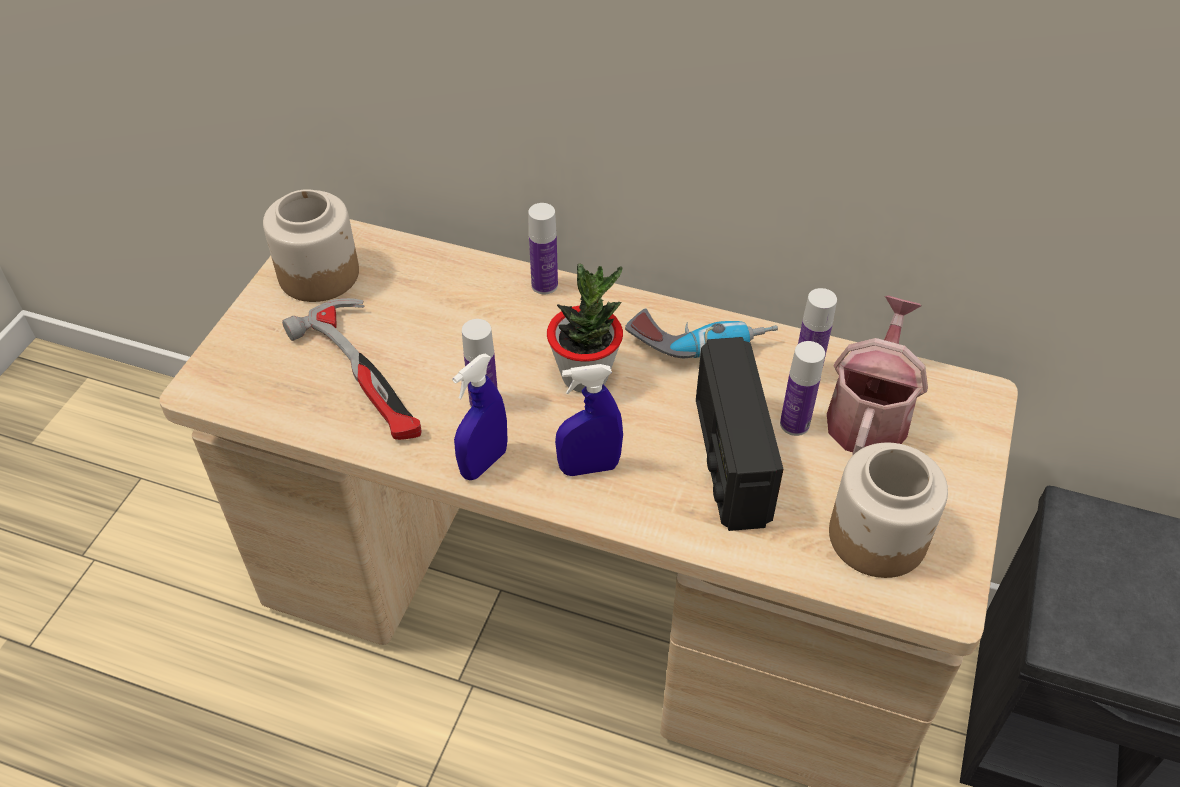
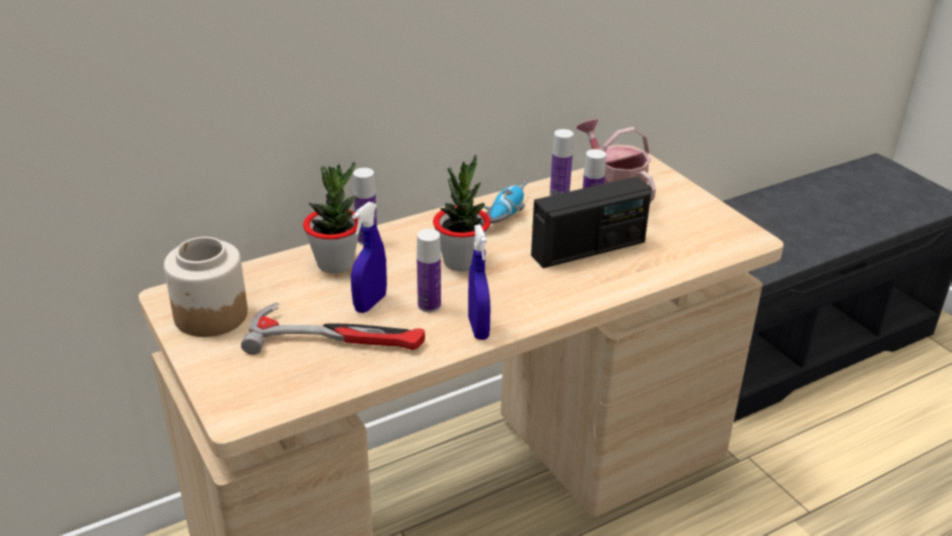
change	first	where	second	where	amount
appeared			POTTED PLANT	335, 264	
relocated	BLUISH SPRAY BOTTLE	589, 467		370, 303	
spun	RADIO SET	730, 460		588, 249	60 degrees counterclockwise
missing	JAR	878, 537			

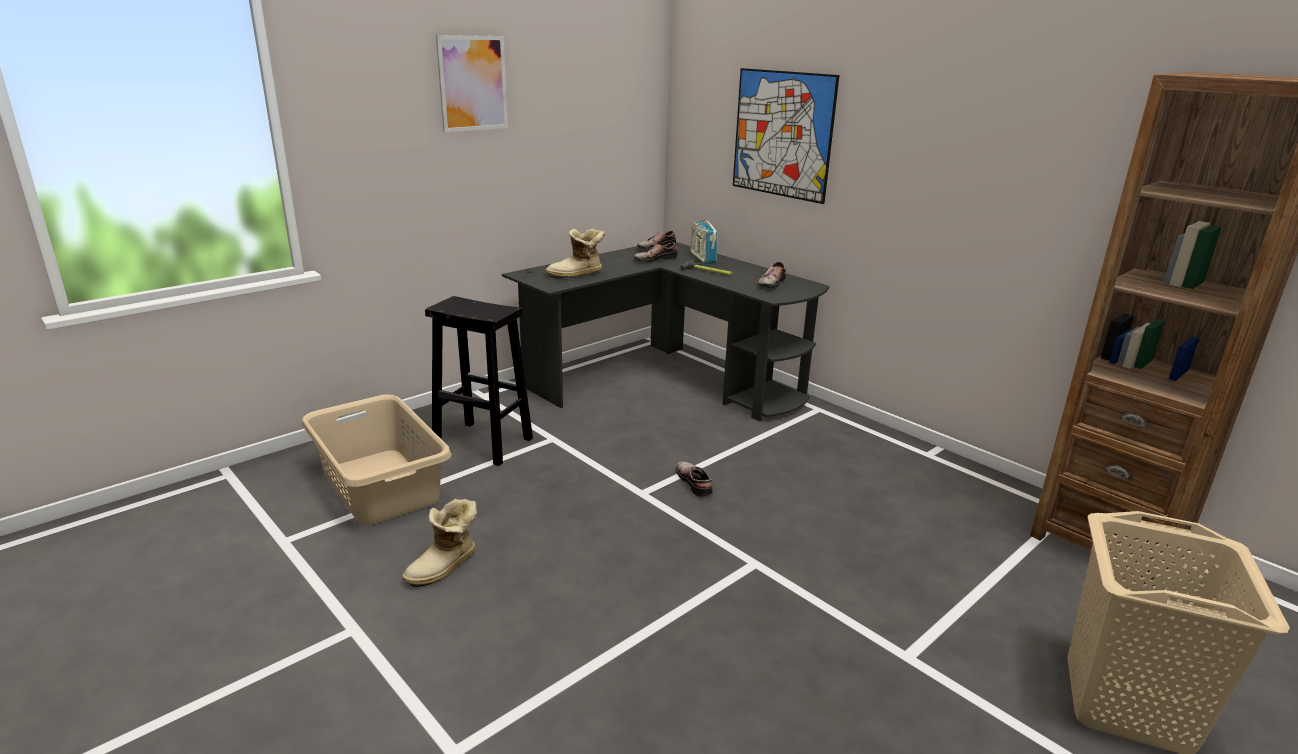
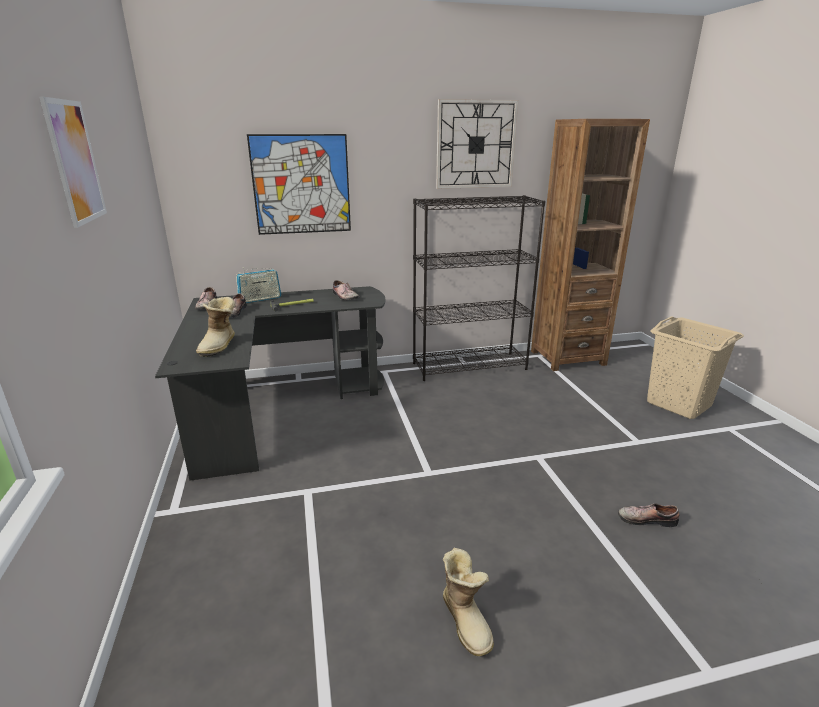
change	first	where	second	where	amount
spun	RADIO SET	703, 258		260, 299	45 degrees counterclockwise
appeared			BLACK-COLOURED SHELVING UNIT	470, 366	
appeared			WALL CLOCK	475, 145	
relocated	LOW SHOE	695, 482		646, 518	
missing	BEIGE-COLOURED HAMPER	381, 485			
missing	BLACK-COLOURED SITTING STOOL	481, 443			

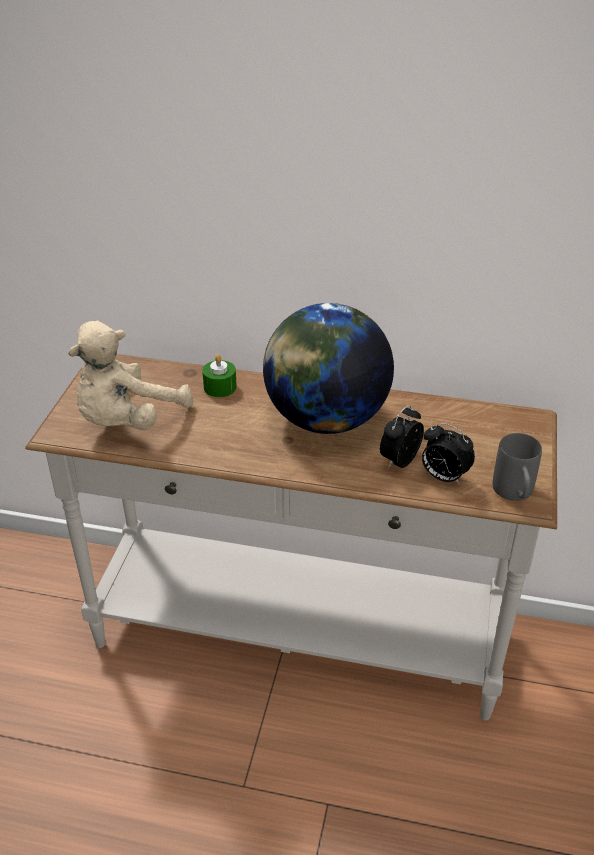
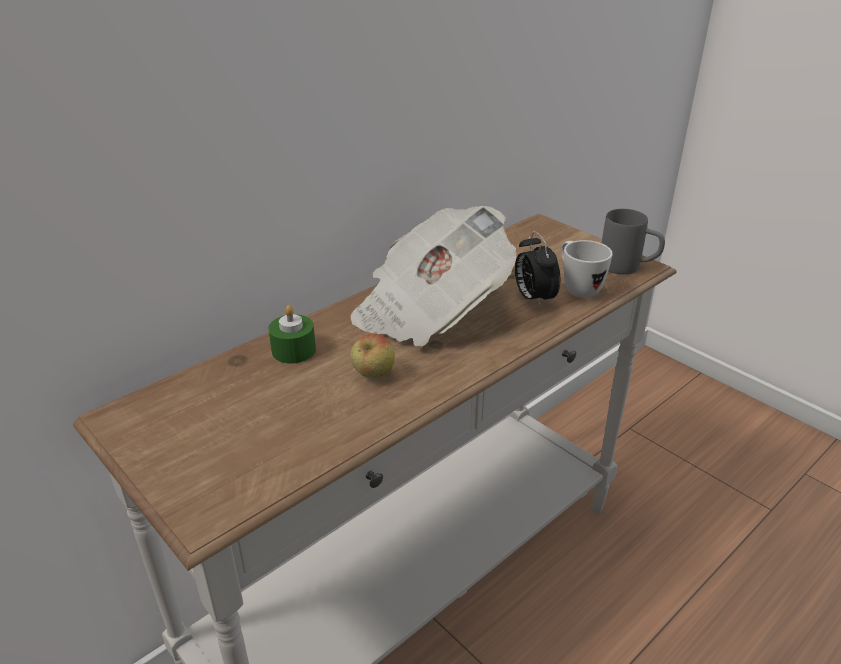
change	first	where	second	where	amount
exchanged	GLOBE	325, 419	DAILY PAPER	430, 311	
appeared			WHOLE APPLE	373, 376	
exchanged	TABLE CLOCK	443, 477	WHITE TEA MUG	577, 288	
missing	BEIGE-COLOURED PLUSH TOY	128, 421			

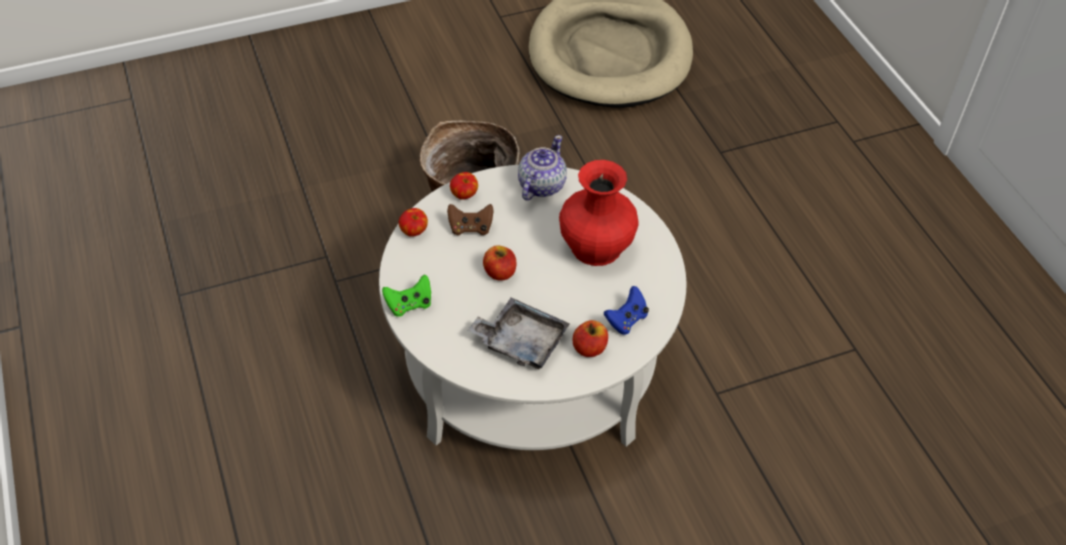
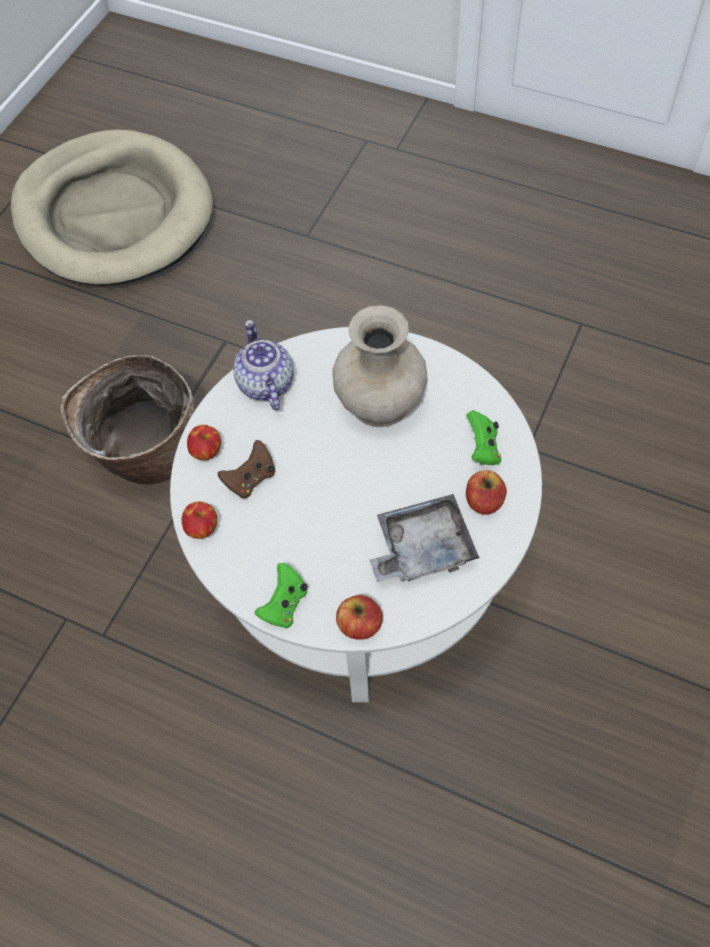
change	first	where	second	where	amount
colour	RED DECORATIVE VASE	595, 247	BEIGE-COLOURED DECORATIVE VASE	379, 403	
relocated	WHOLE APPLE	500, 272		360, 624	
colour	BLUISH GAMEPAD	626, 320	GREENISH GAMEPAD	483, 448	

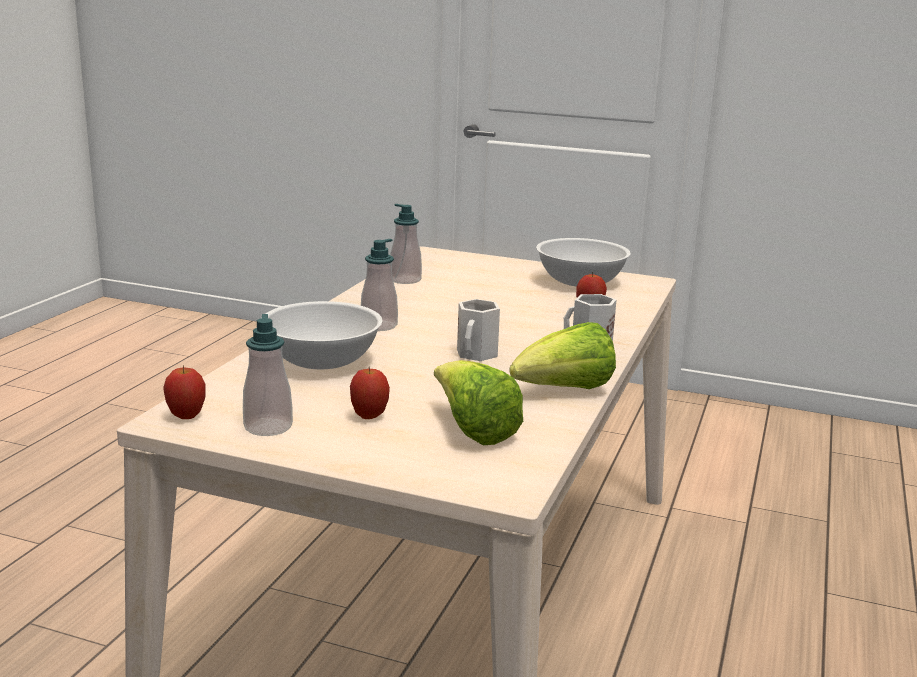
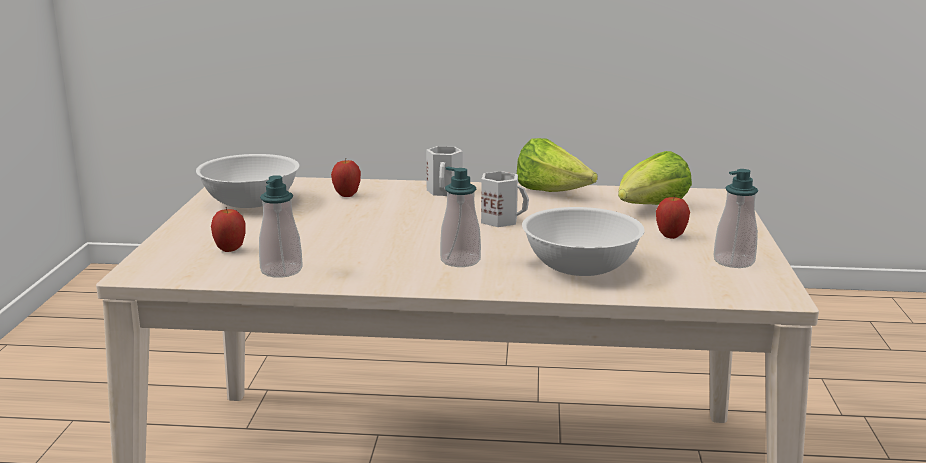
change	first	where	second	where	amount
relocated	WHOLE APPLE	186, 417		230, 250	

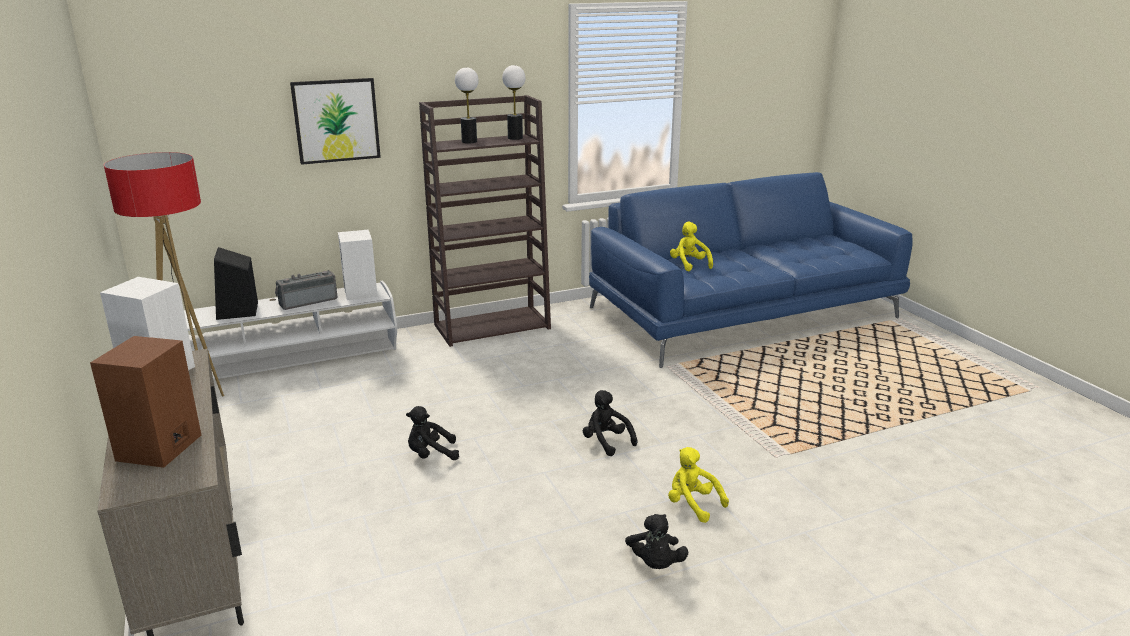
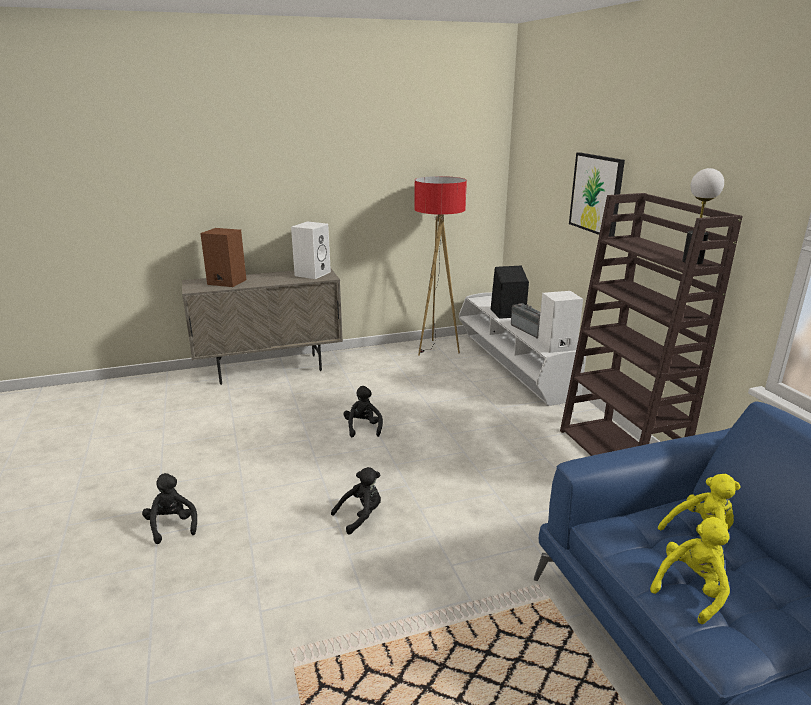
change	first	where	second	where	amount
spun	BLACK-COLOURED PLUSH TOY	655, 564		172, 525	60 degrees clockwise
relocated	YELLOWISH PLUSH TOY	692, 504		691, 589	
missing	TABLE LAMP	469, 142			

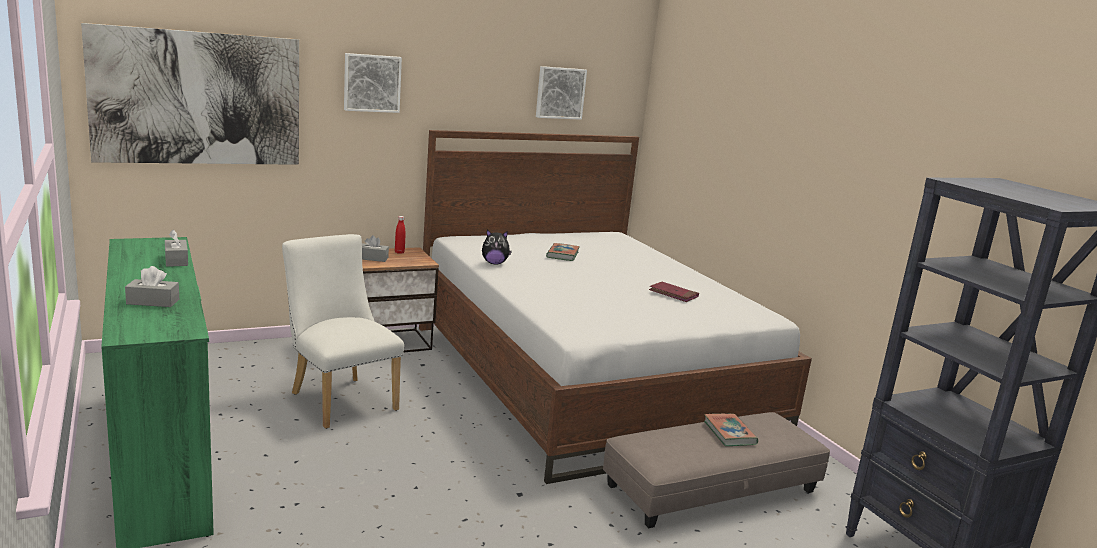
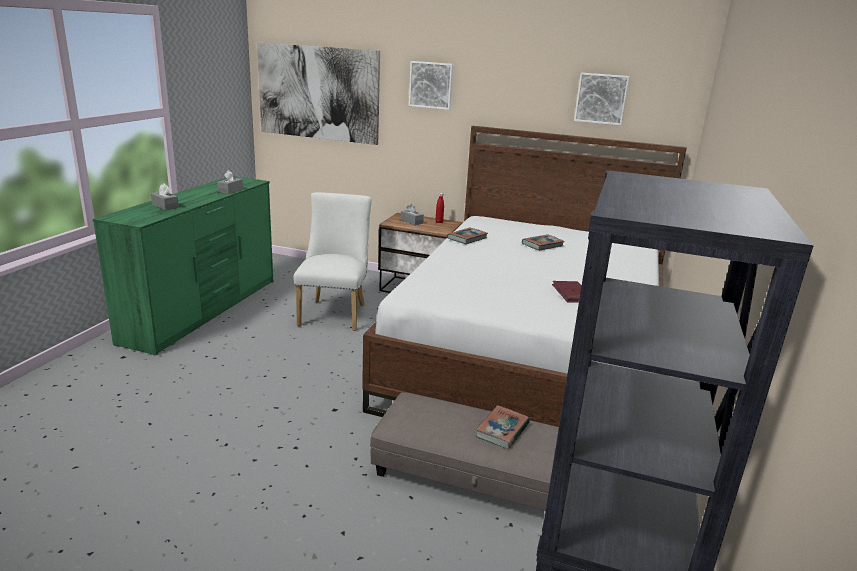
change	first	where	second	where	amount
exchanged	PLUSH TOY	494, 263	BOUND BOOK	467, 238	

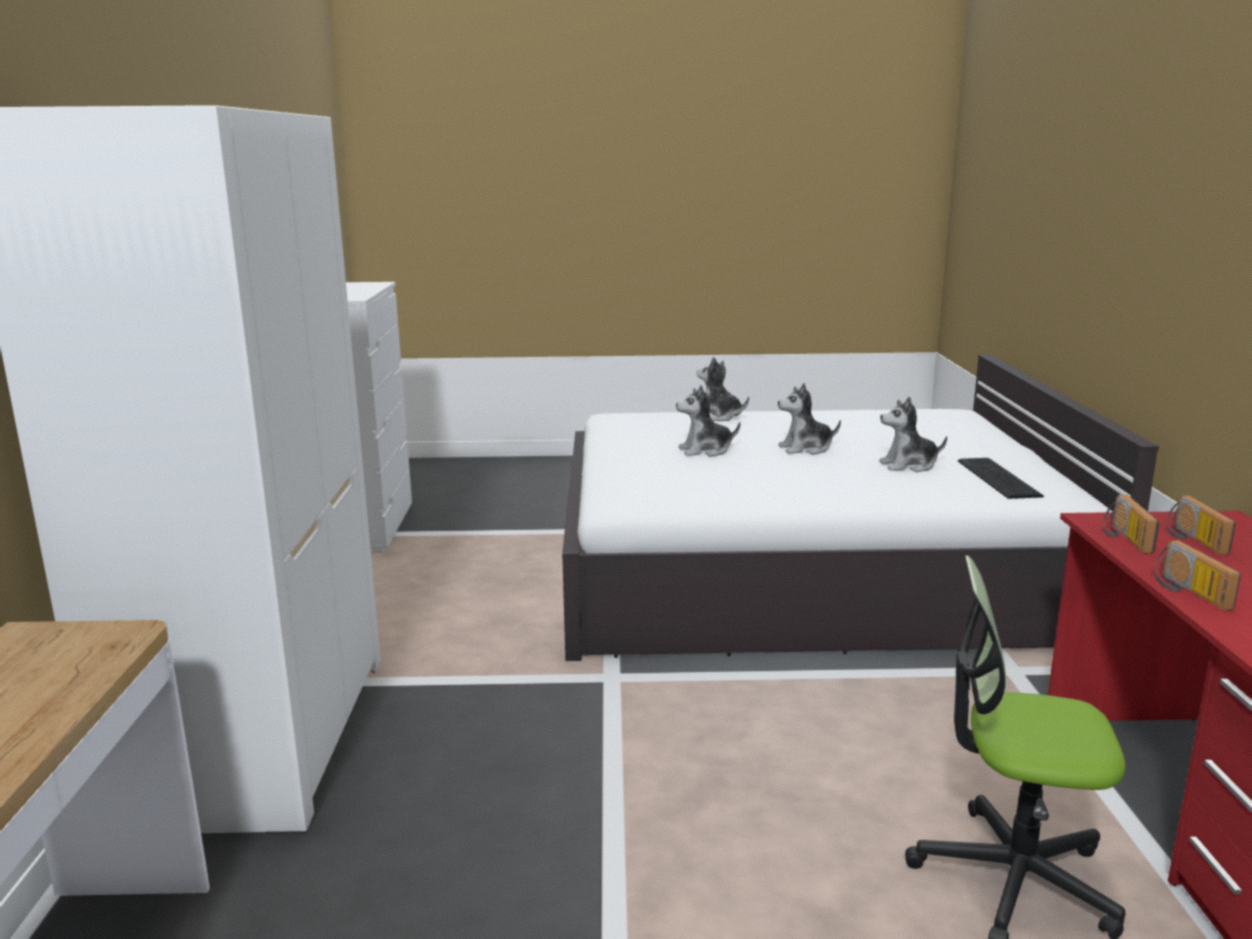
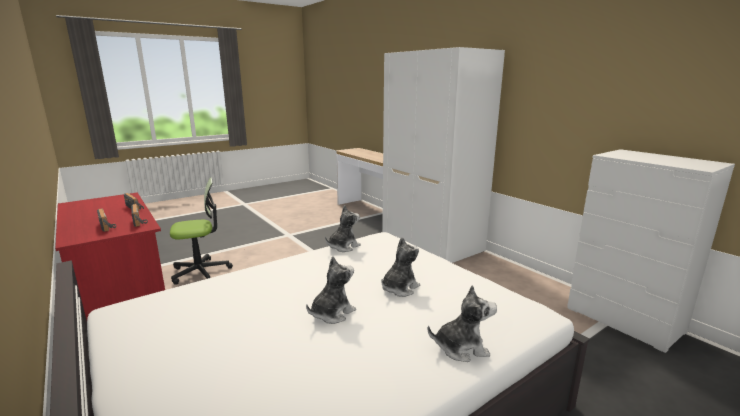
change	first	where	second	where	amount
relocated	PLUSH TOY	909, 465		343, 247	
missing	PC KEYBOARD	997, 479			

